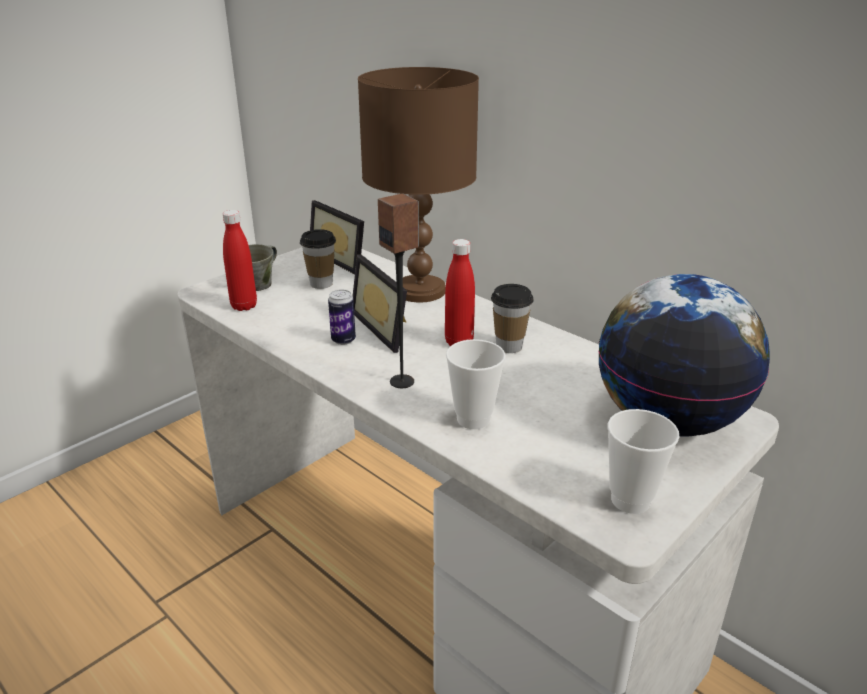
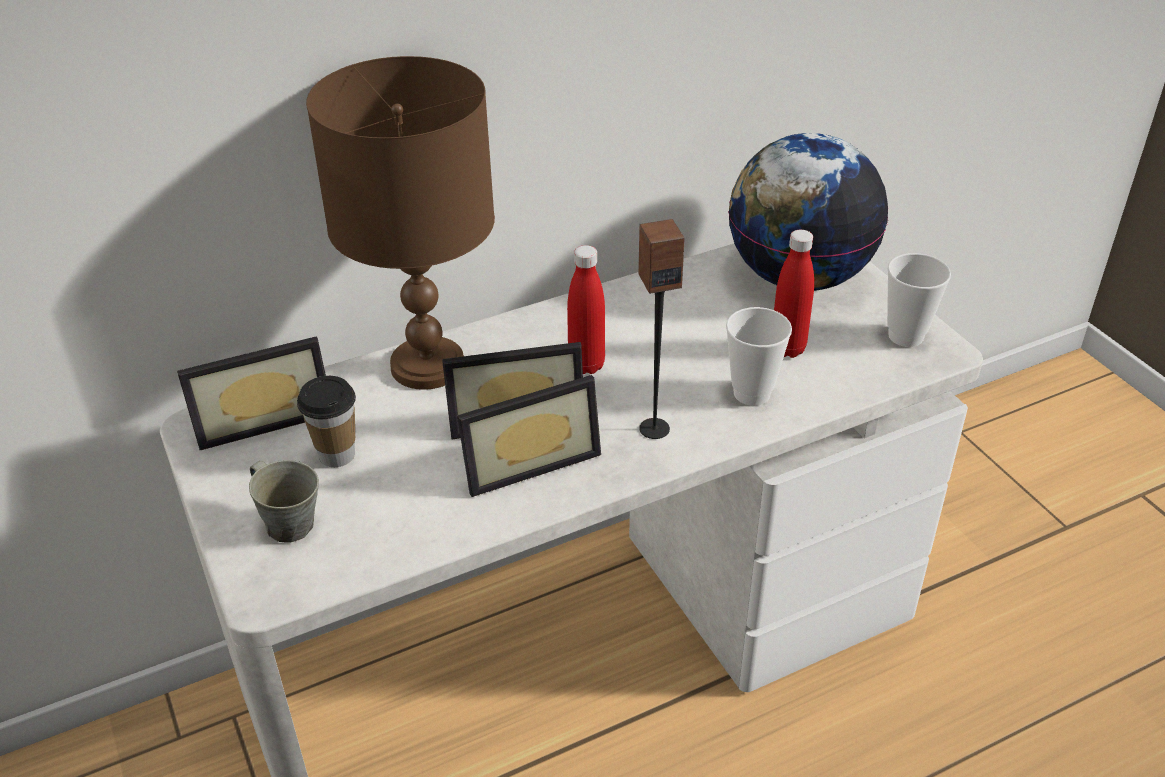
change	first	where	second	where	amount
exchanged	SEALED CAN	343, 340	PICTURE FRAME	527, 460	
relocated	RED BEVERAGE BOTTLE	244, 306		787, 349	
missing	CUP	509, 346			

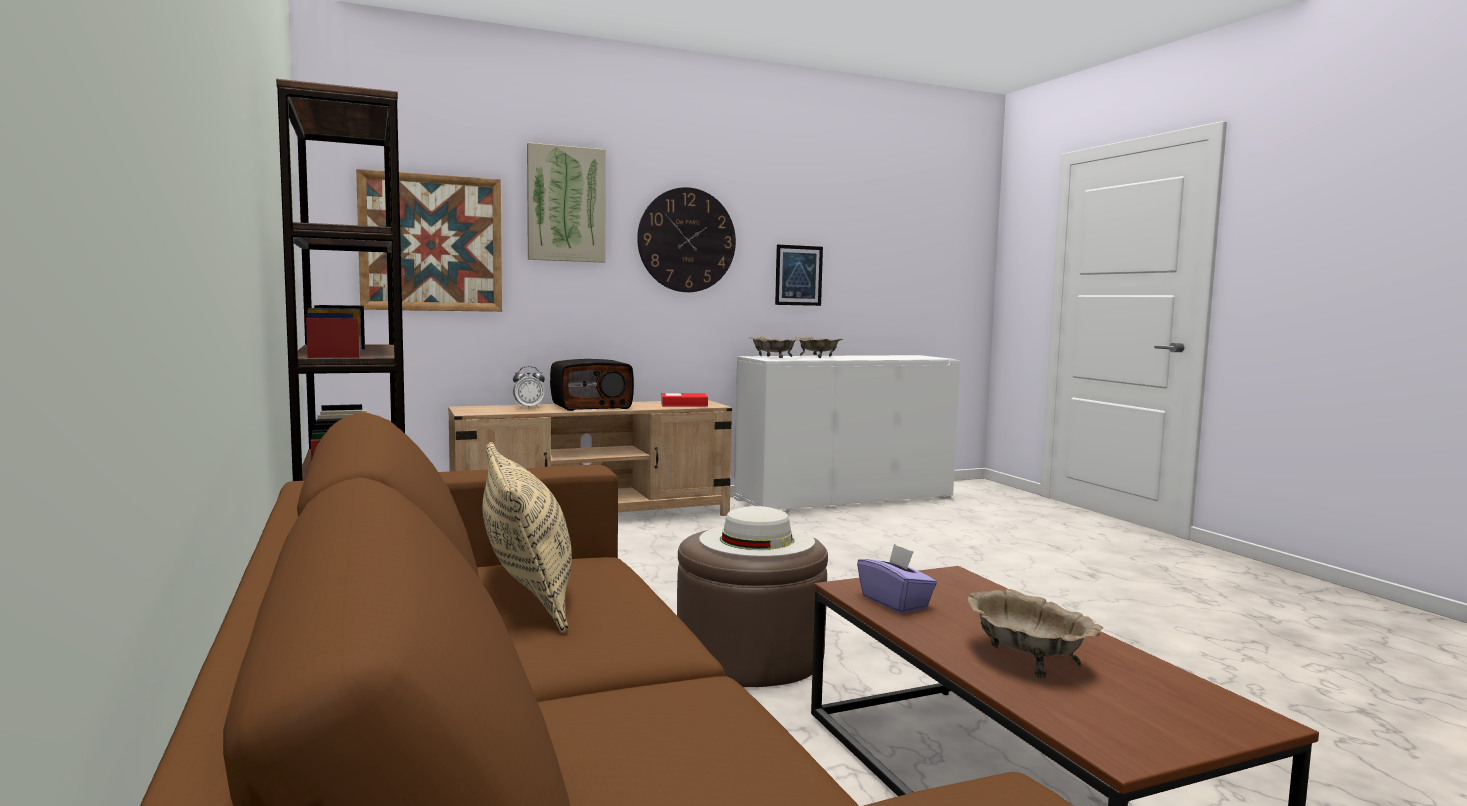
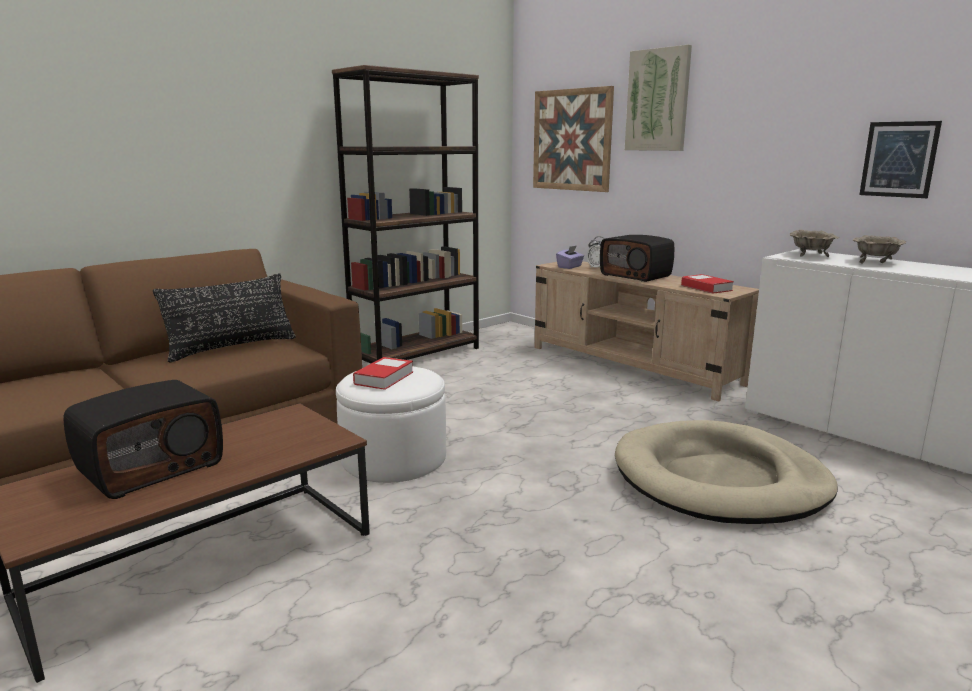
change	first	where	second	where	amount
exchanged	BEIGE-COLOURED DEEP DISH	1028, 660	RADIO SET	151, 467	
colour	BEIGE-COLOURED THROW PILLOW	526, 590	BLACK-COLOURED THROW PILLOW	232, 348	
colour	BROWN FOOTREST	750, 656	WHITE FOOTREST	394, 458	
exchanged	WHITE HAT	757, 540	BOUND BOOK	384, 378	
relocated	PURPLE-COLOURED BOX OF TISSUES	895, 602		570, 267	
appeared			BEIGE-COLOURED PET BED	720, 479	
missing	WALL CLOCK	687, 240			

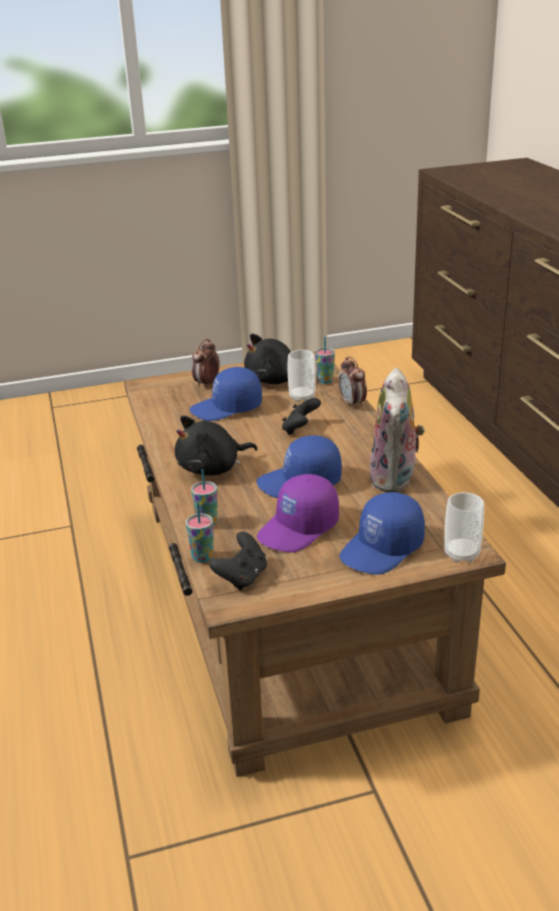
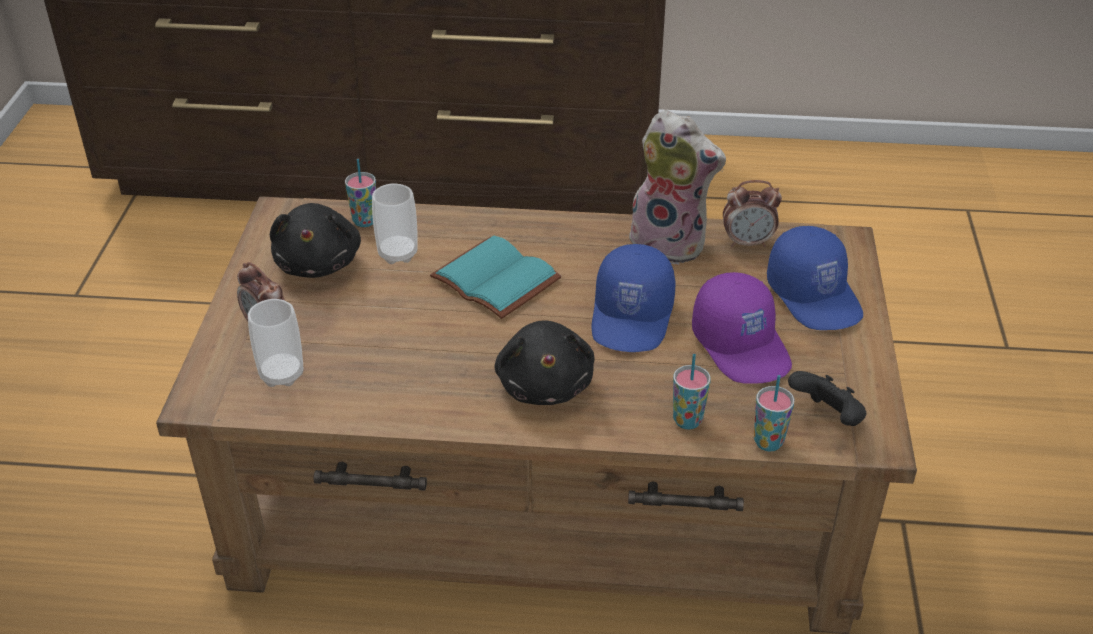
change	first	where	second	where	amount
relocated	CUP	461, 554		281, 374	
exchanged	BLACK-COLOURED GAMEPAD	300, 429	BLUE-GREEN BOUND BOOK	492, 280	
relocated	TABLE CLOCK	352, 404		747, 243	
missing	BLUISH CAP	227, 408			

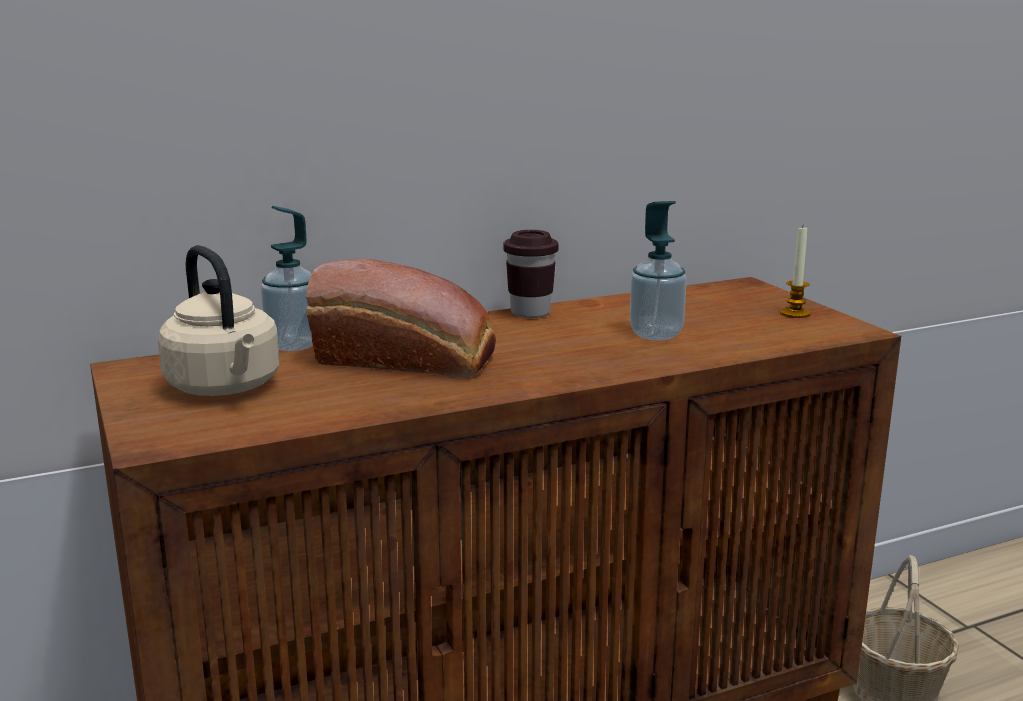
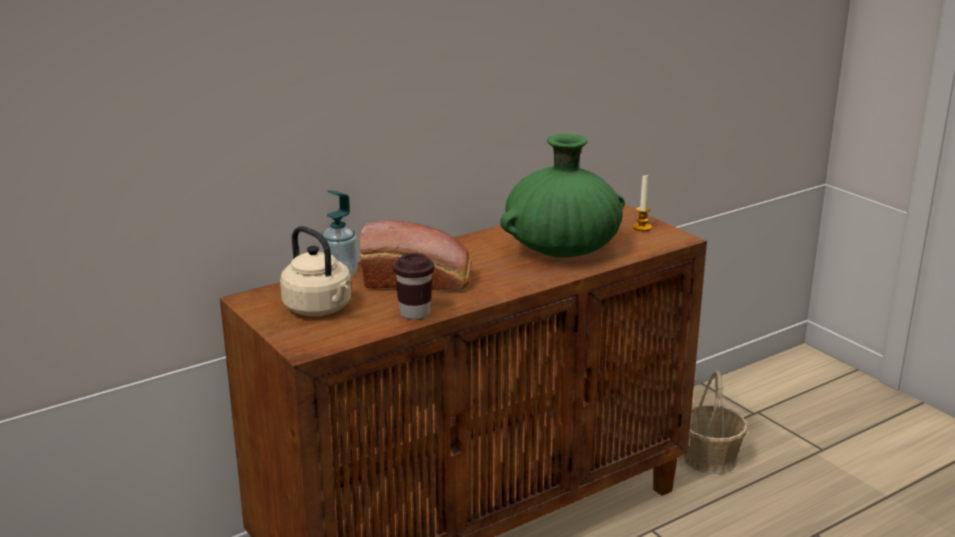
change	first	where	second	where	amount
relocated	BROWN CUP	530, 313		415, 314	
exchanged	SOAP BOTTLE	656, 334	GREENISH DECORATIVE VASE	561, 250	

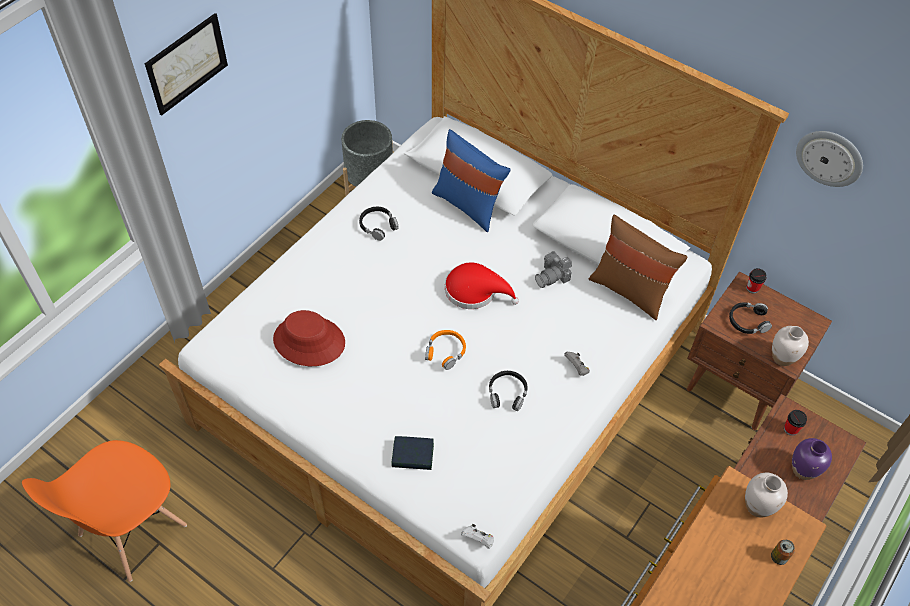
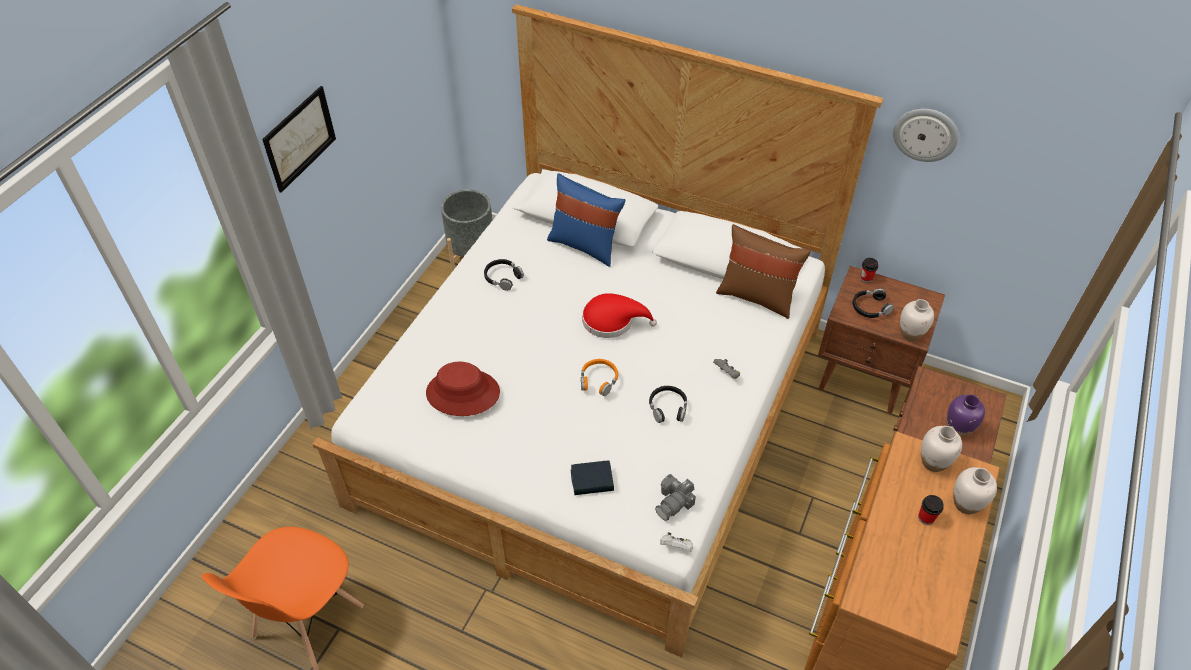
change	first	where	second	where	amount
relocated	STILL CAMERA	553, 276		674, 502	
relocated	CUP	790, 429		926, 518	
exchanged	SEALED CAN	778, 557	WHITE DECORATIVE VASE	965, 504	

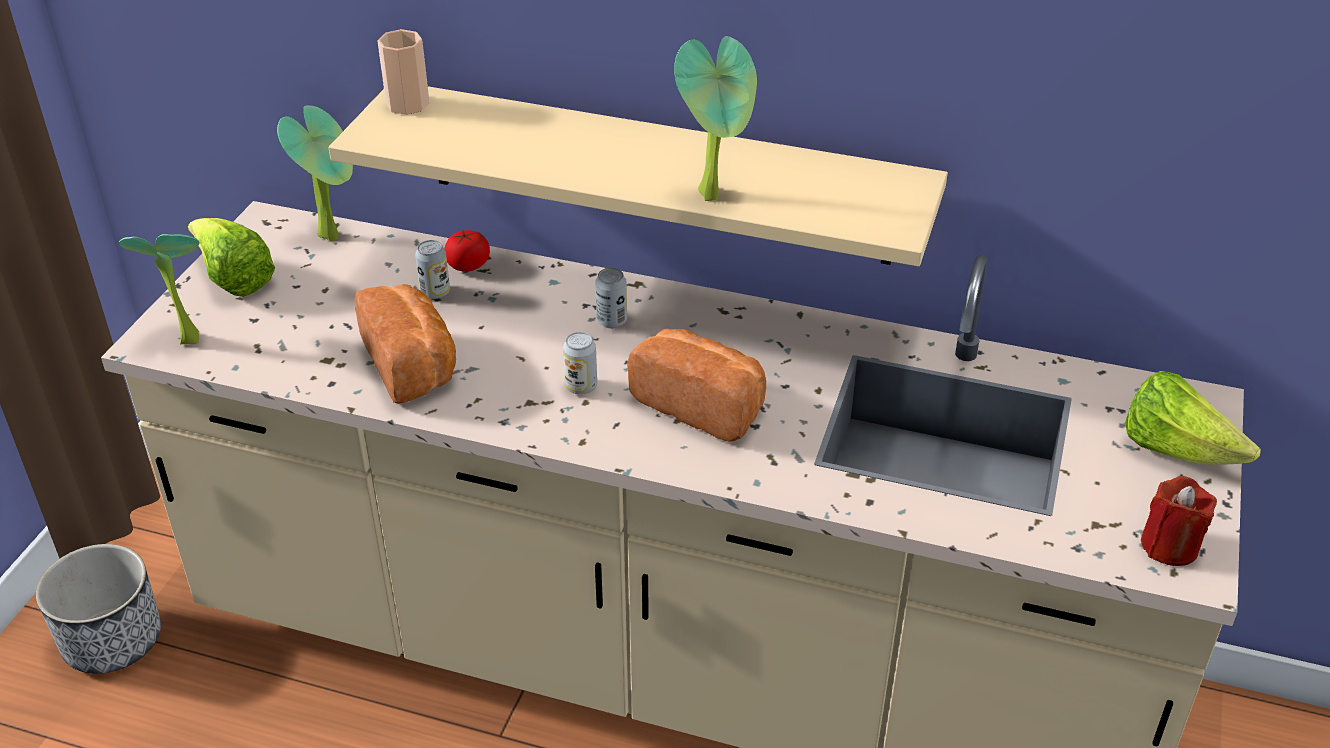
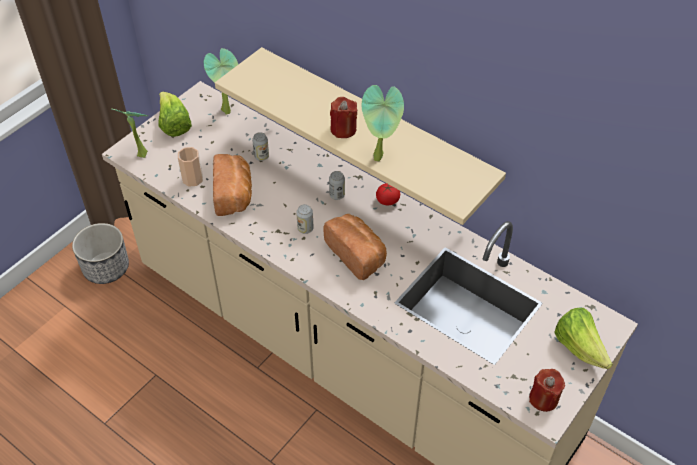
change	first	where	second	where	amount
relocated	CUP	408, 104		192, 179	
appeared			RED WAX LIGHT	343, 129	
relocated	TOMATO	468, 265		387, 201	

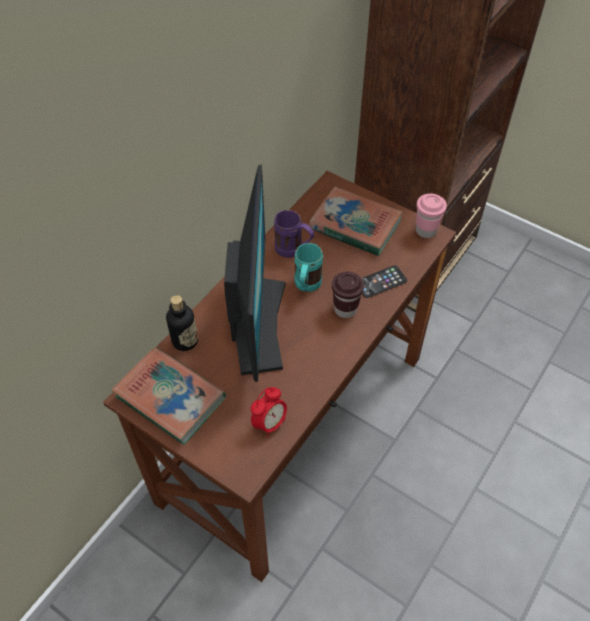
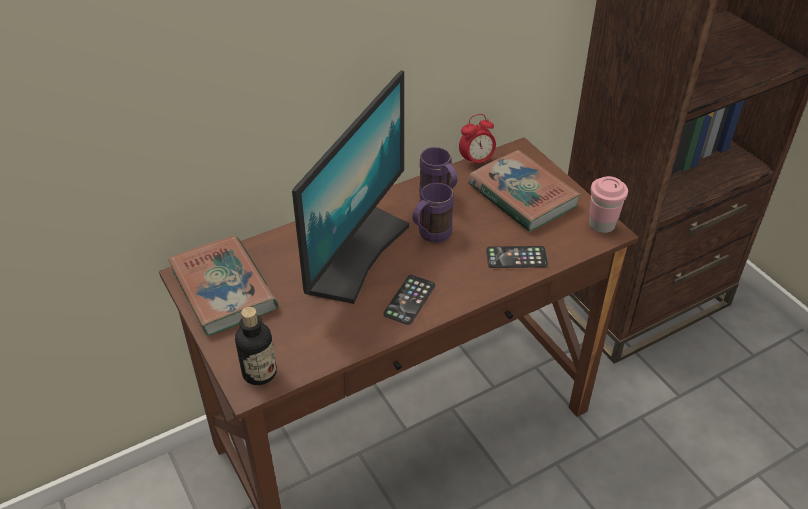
change	first	where	second	where	amount
relocated	BEVERAGE BOTTLE	185, 341		259, 373	
appeared			PHONE	409, 300	
colour	BLUE-GREEN TEA MUG	306, 287	PURPLE-COLOURED TEA MUG	430, 236	
relocated	TABLE CLOCK	269, 423		476, 161	
missing	BROWN CUP	345, 309			

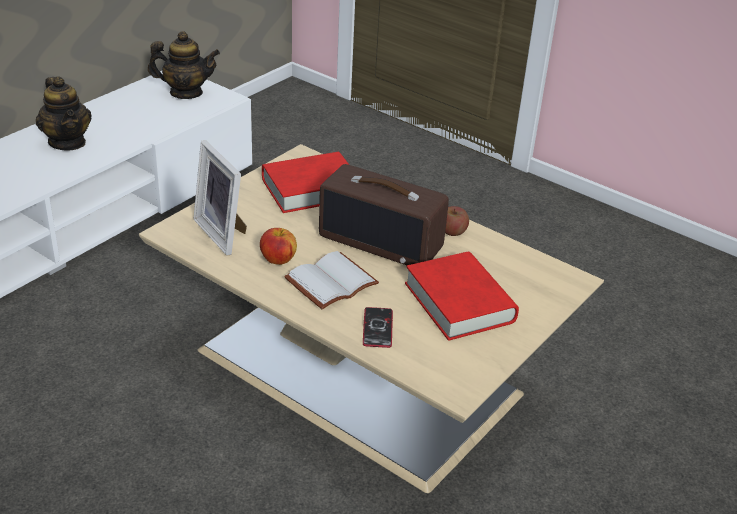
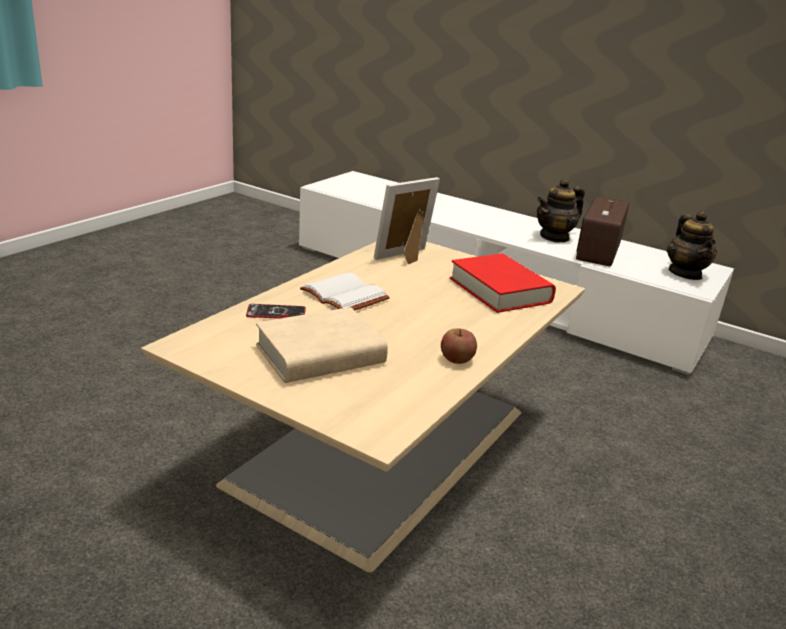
change	first	where	second	where	amount
colour	RED BOUND BOOK	459, 302	BEIGE-COLOURED BOUND BOOK	320, 354	
relocated	RADIO SET	382, 241		599, 251	
missing	WHOLE APPLE	278, 259			

